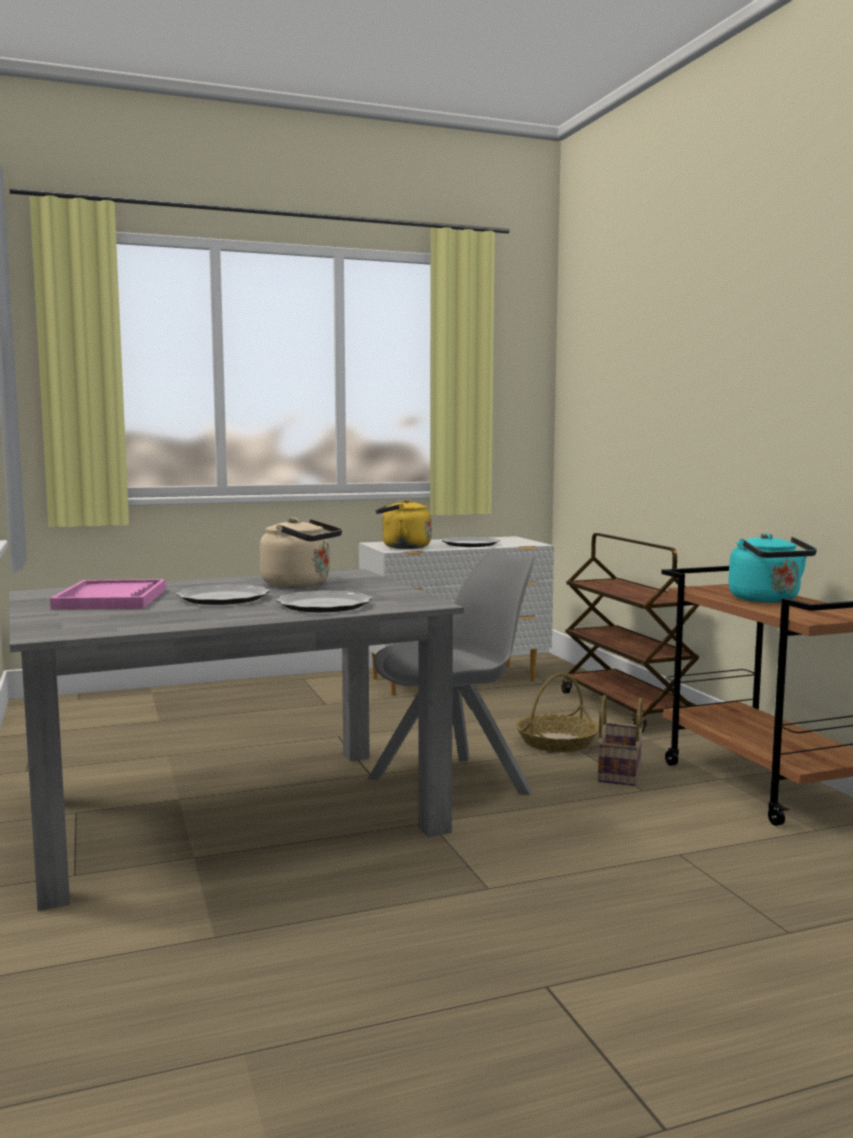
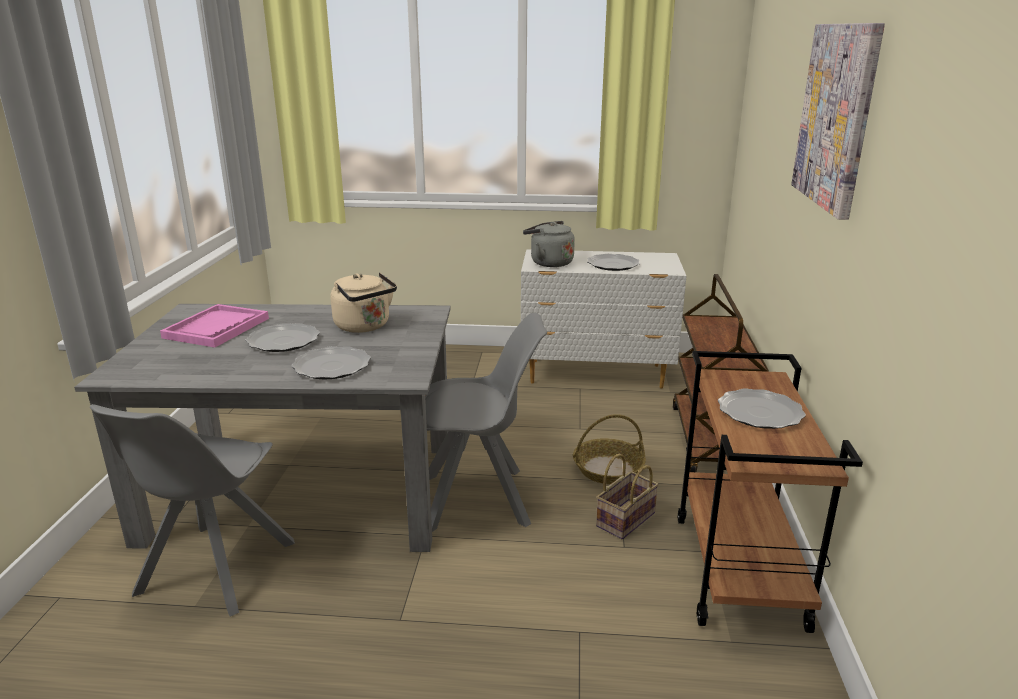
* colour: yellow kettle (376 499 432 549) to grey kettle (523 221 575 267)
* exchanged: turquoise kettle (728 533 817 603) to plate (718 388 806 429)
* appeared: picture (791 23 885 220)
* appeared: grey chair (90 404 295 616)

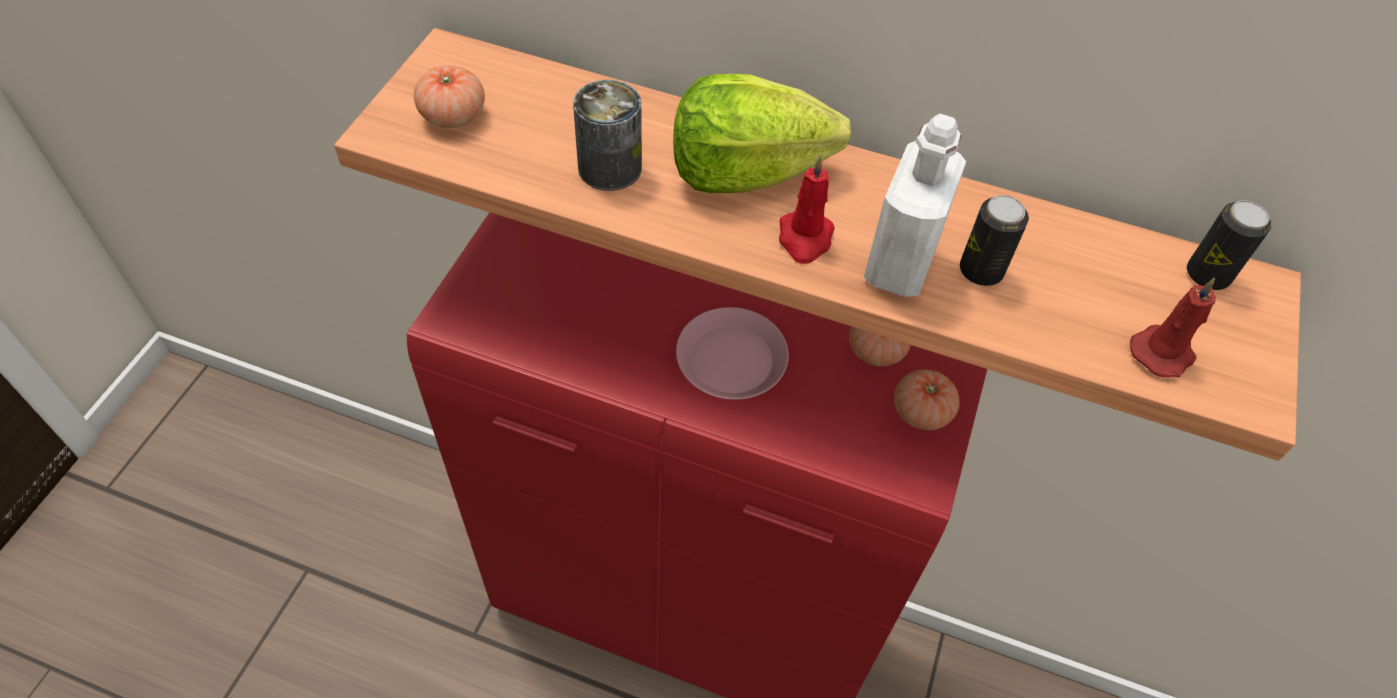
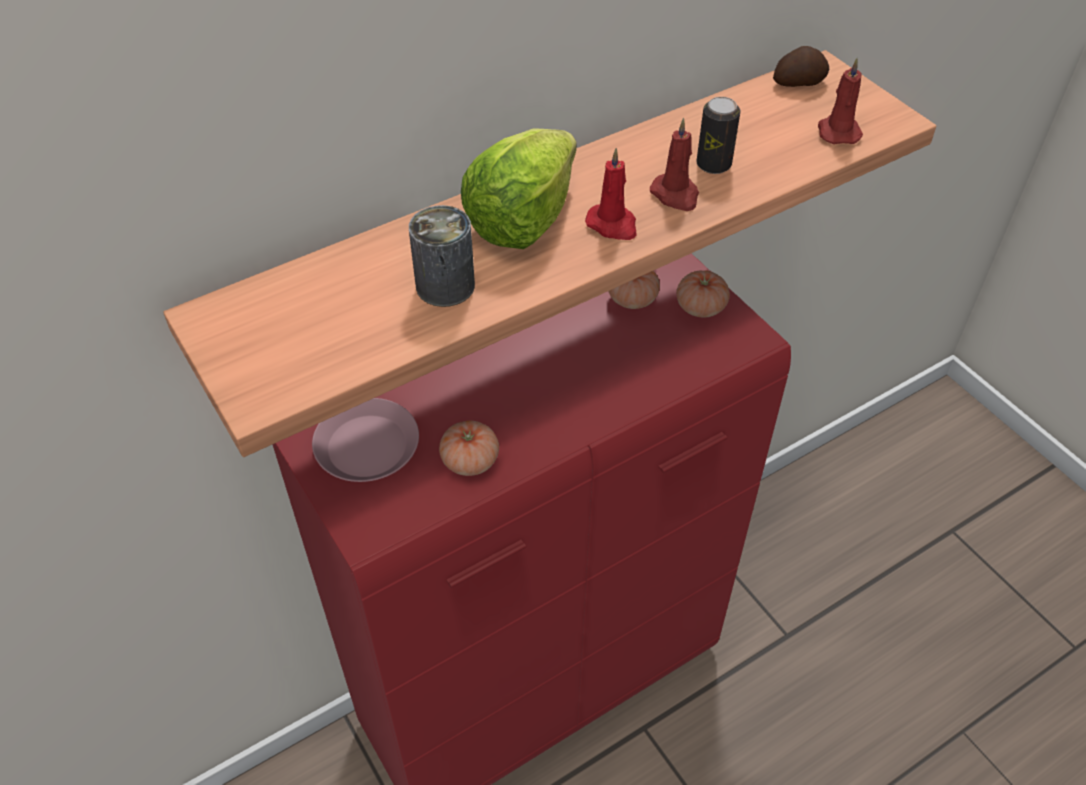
* relocated: tomato (414 65 485 128) to (439 420 499 476)
* exchanged: white bottle (864 114 966 297) to red candle (650 118 699 211)
* exchanged: can (1187 200 1271 290) to potato (773 46 829 87)
* relocated: pink plate (676 307 789 400) to (312 398 419 482)

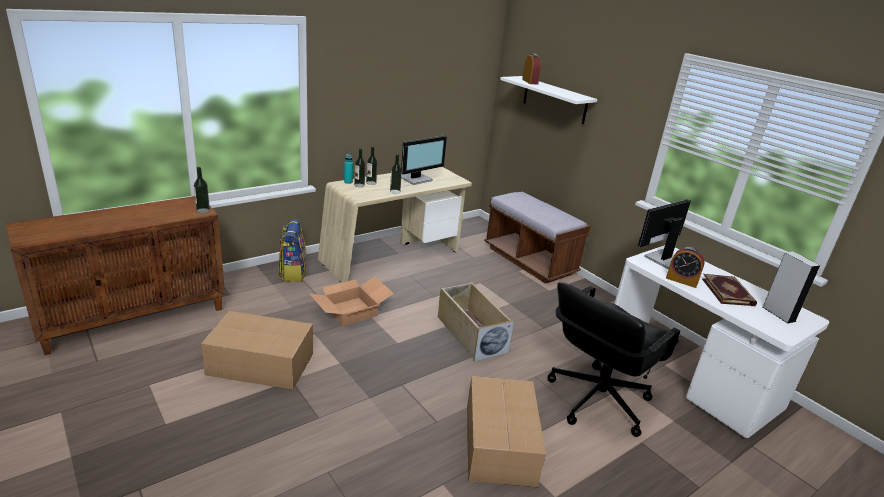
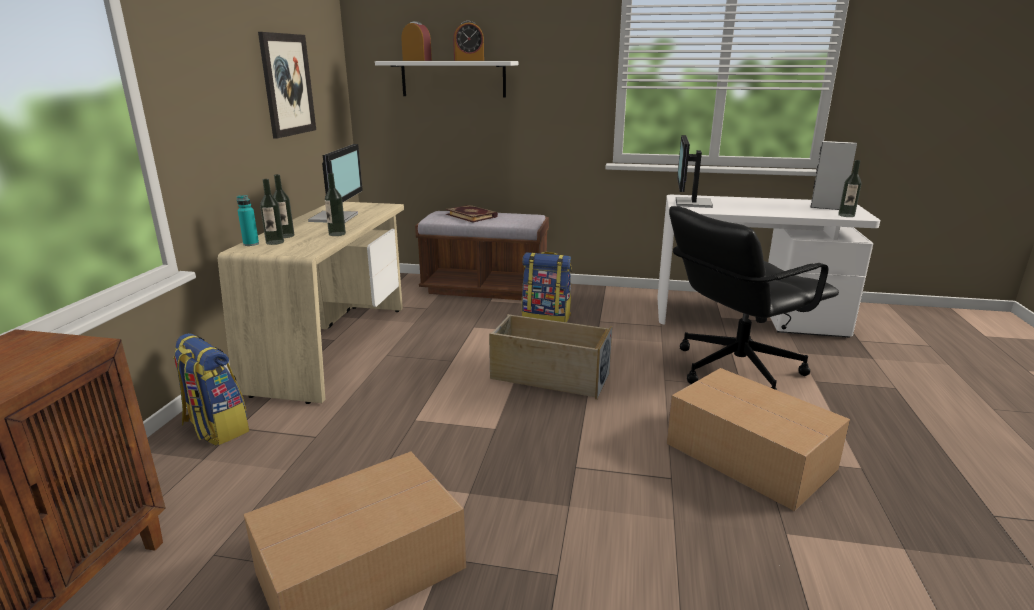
* relocated: bottle (194 167 210 213) to (838 160 862 217)
* relocated: alarm clock (666 247 705 288) to (453 21 484 61)
* relocated: book (702 274 757 306) to (446 205 498 222)
* missing: cardboard box (309 277 394 326)
* spun: black office chair (548 282 680 437) = (669 206 839 390) 60 degrees clockwise
* appeared: picture (258 32 316 139)
* appeared: backpack (522 252 572 322)

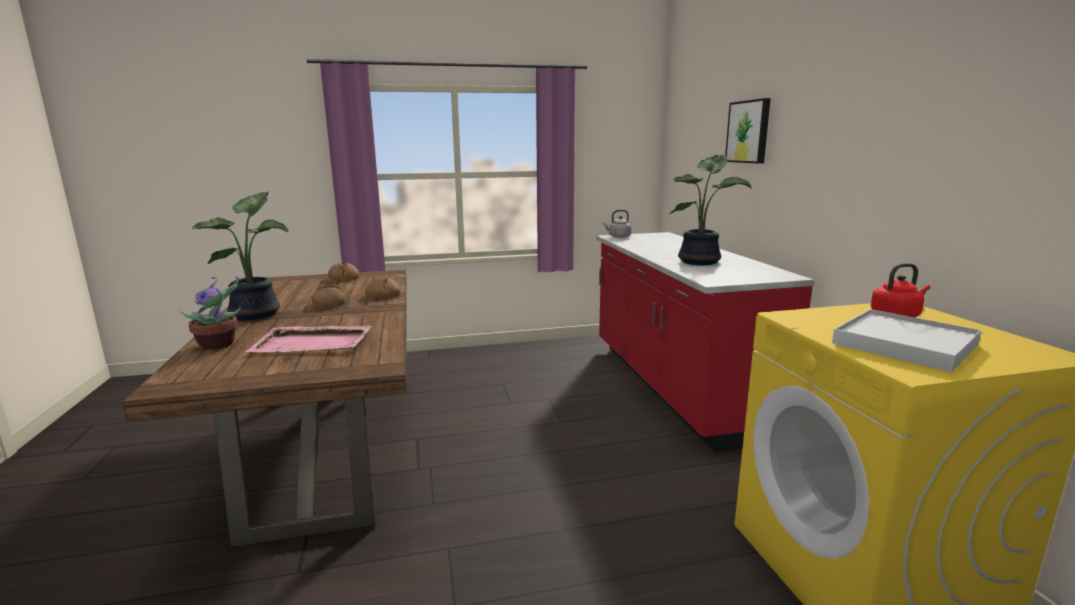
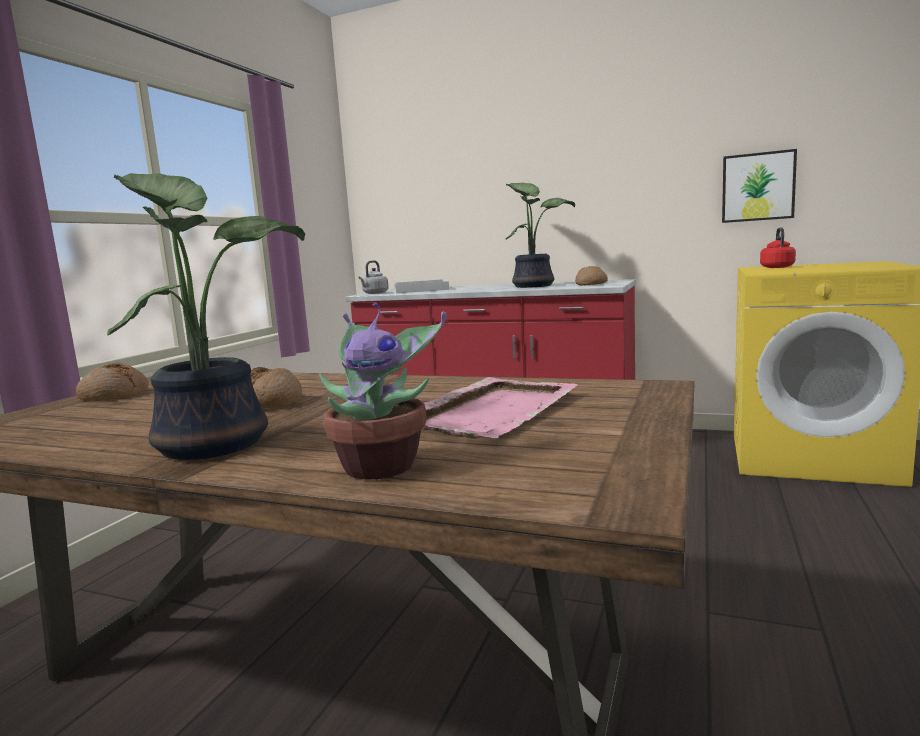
* relocated: picture (725 98 771 164) to (722 149 797 223)
* relocated: bread (365 278 401 298) to (575 266 608 286)
* relocated: white tray (832 309 982 372) to (394 279 449 293)

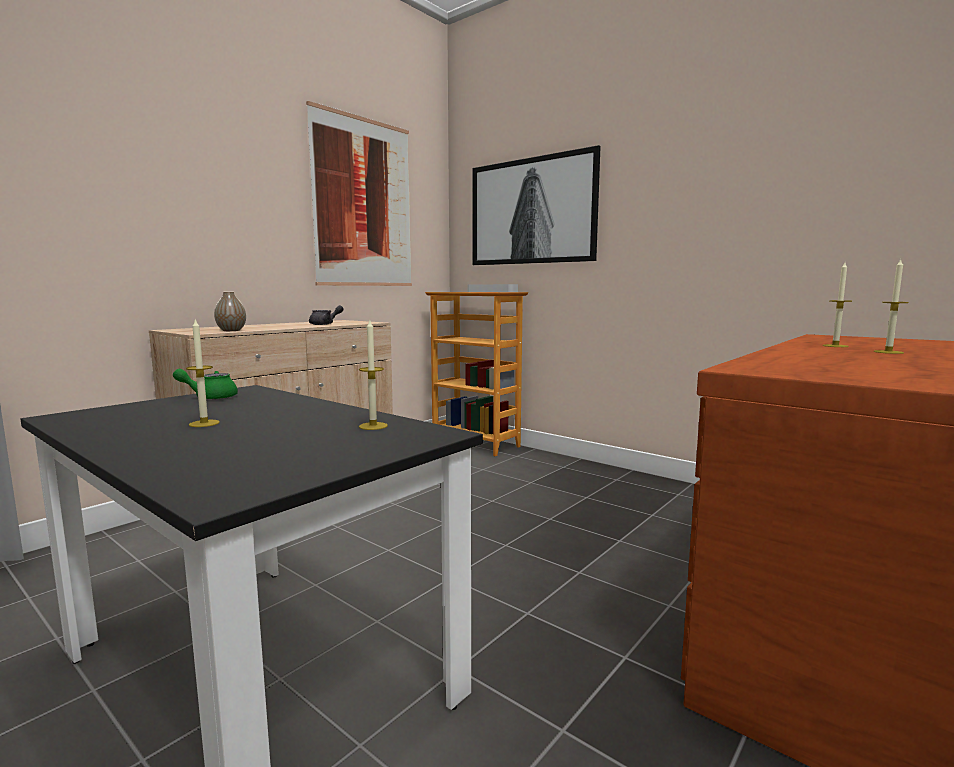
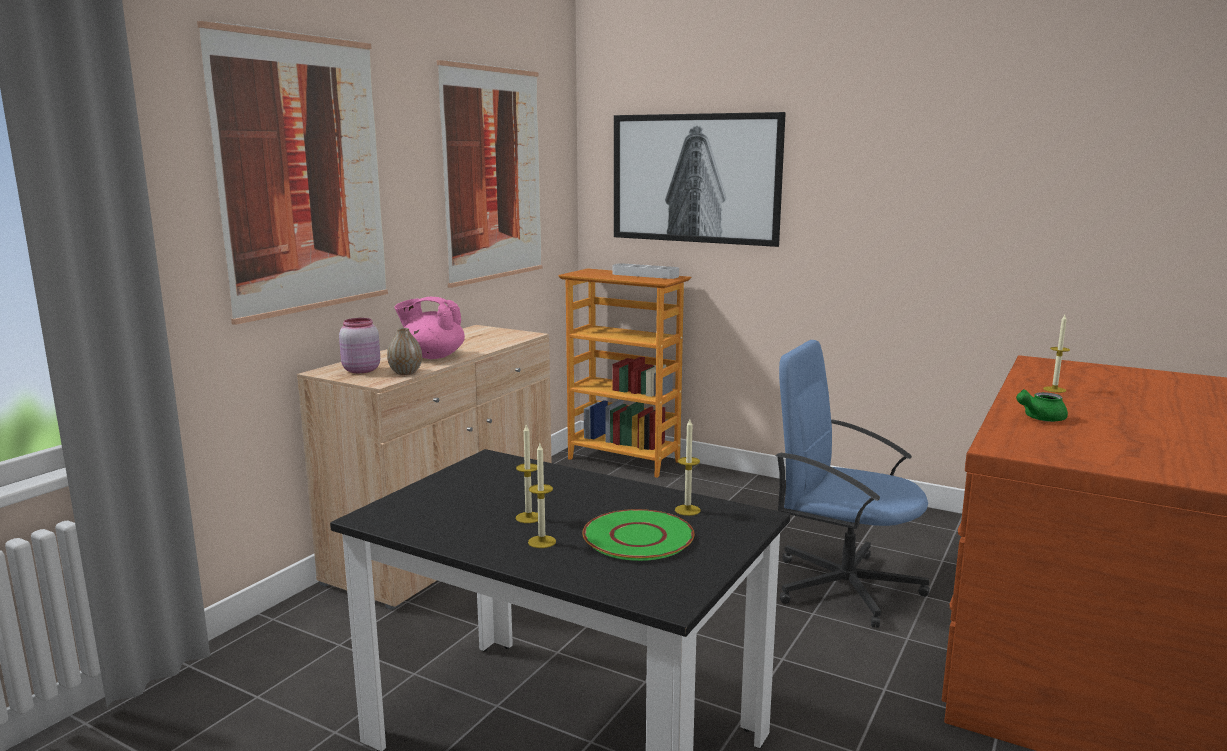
* relocated: candle (874 259 908 354) to (528 444 556 548)
* missing: grey teapot (309 305 344 325)
* relocated: green teapot (173 369 238 400) to (1016 389 1068 422)
* appeared: picture (197 21 388 325)
* appeared: pink teapot (394 297 465 359)
* appeared: pink jar (339 318 380 373)
* appeared: blue office chair (776 340 930 628)
* appeared: green plate (582 509 694 561)

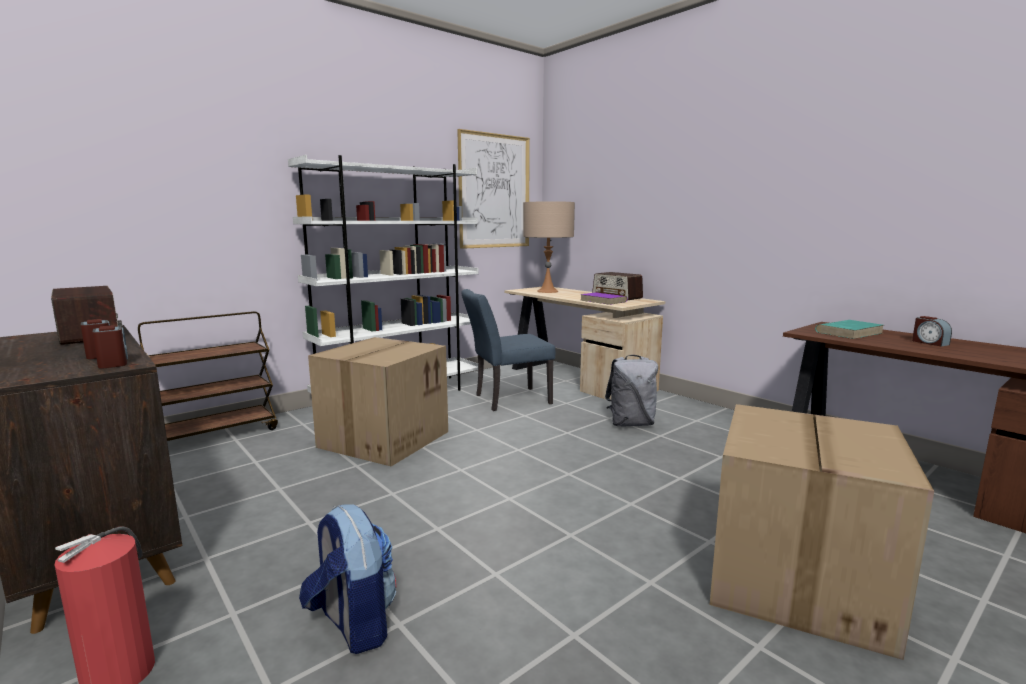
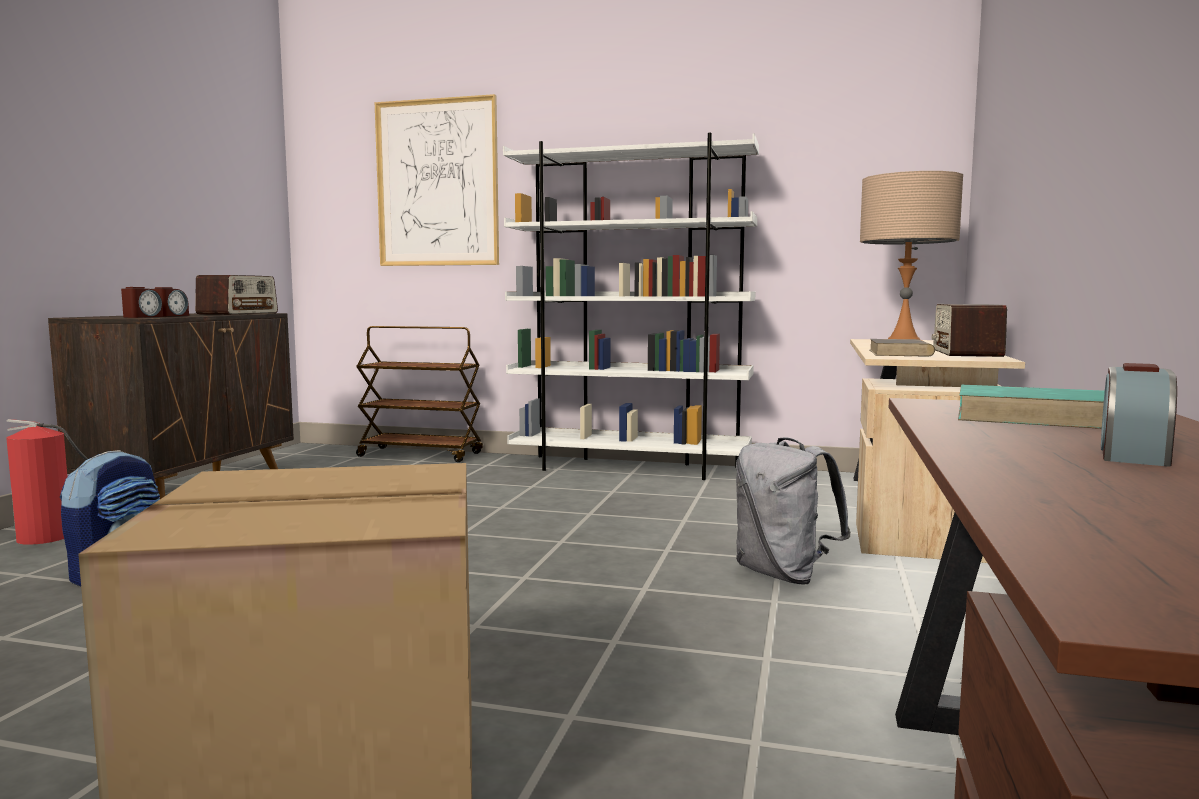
* relocated: picture (457 129 530 249) to (375 94 499 266)
* missing: blue chair (462 289 555 411)
* colour: purple book (580 292 627 305) to brown book (870 339 935 357)
* missing: cardboard box (308 337 448 466)

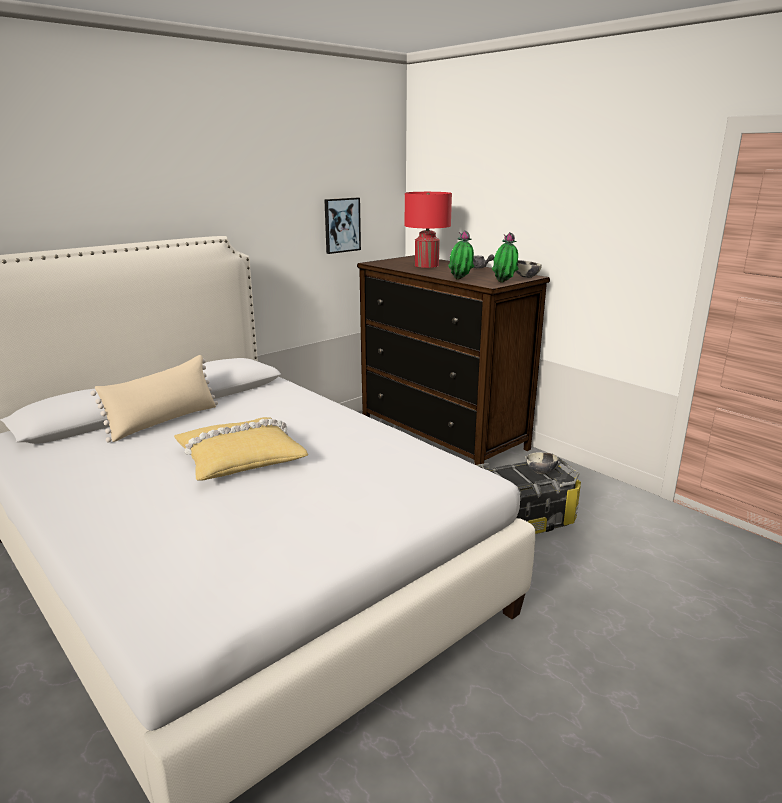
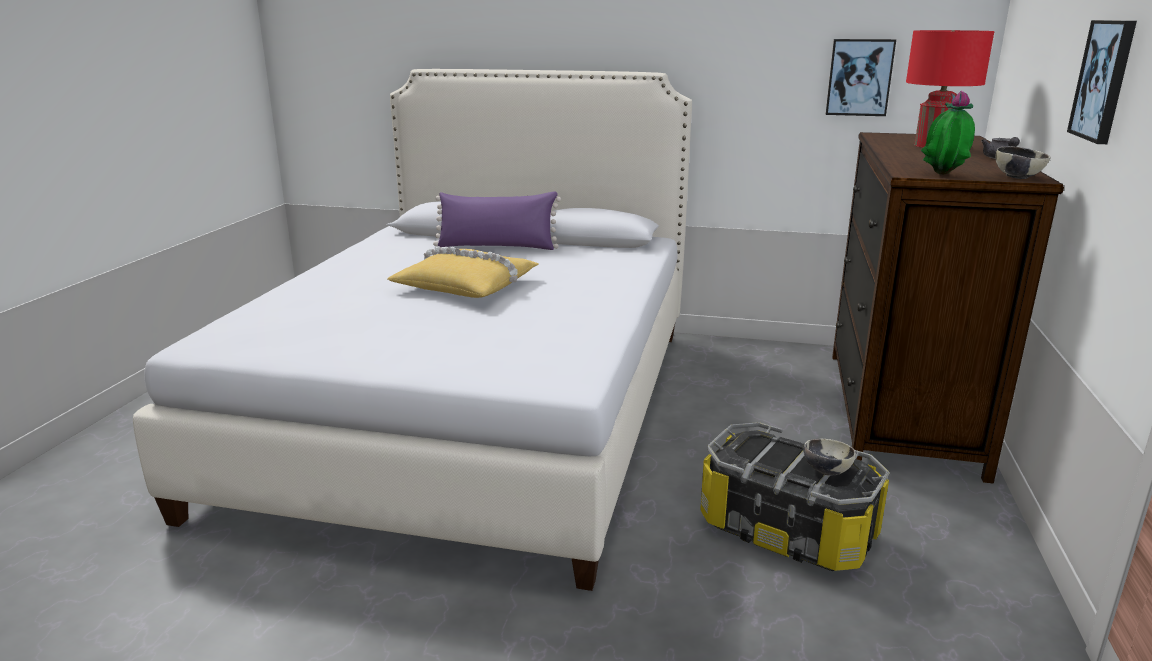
* missing: potted plant (448 230 474 280)
* colour: beige pillow (90 355 218 443) to purple pillow (433 191 561 250)
* appeared: picture (1067 20 1137 144)

